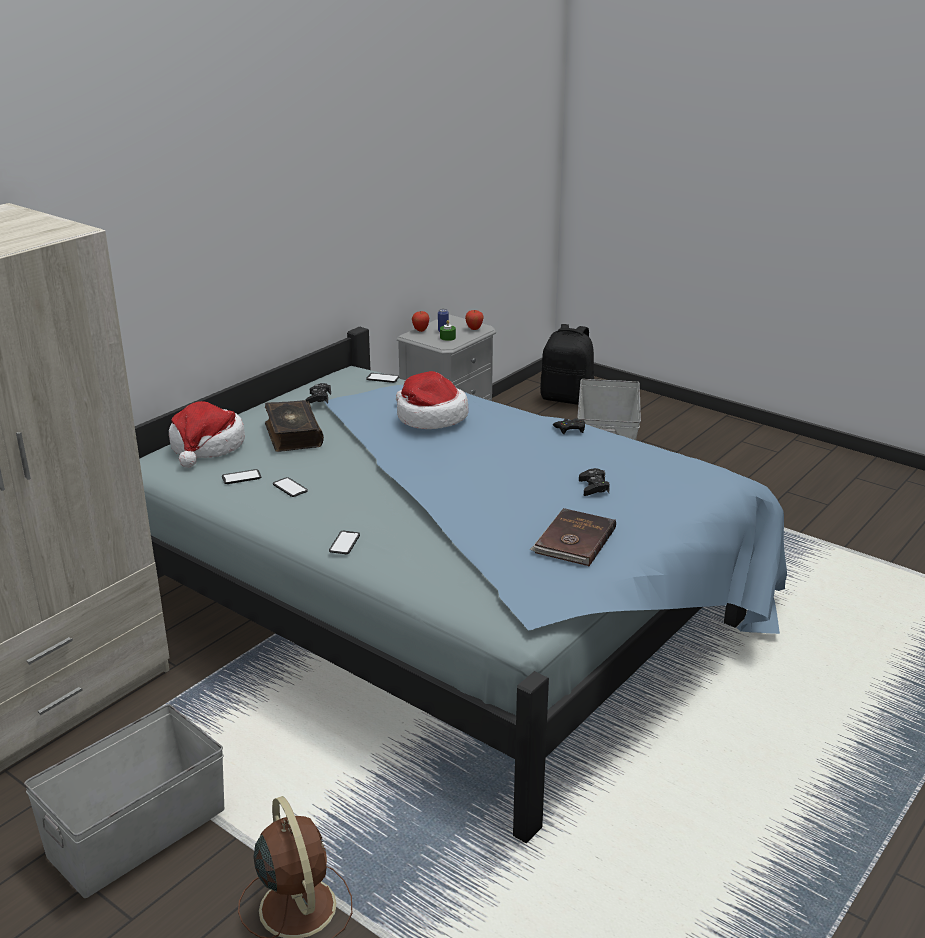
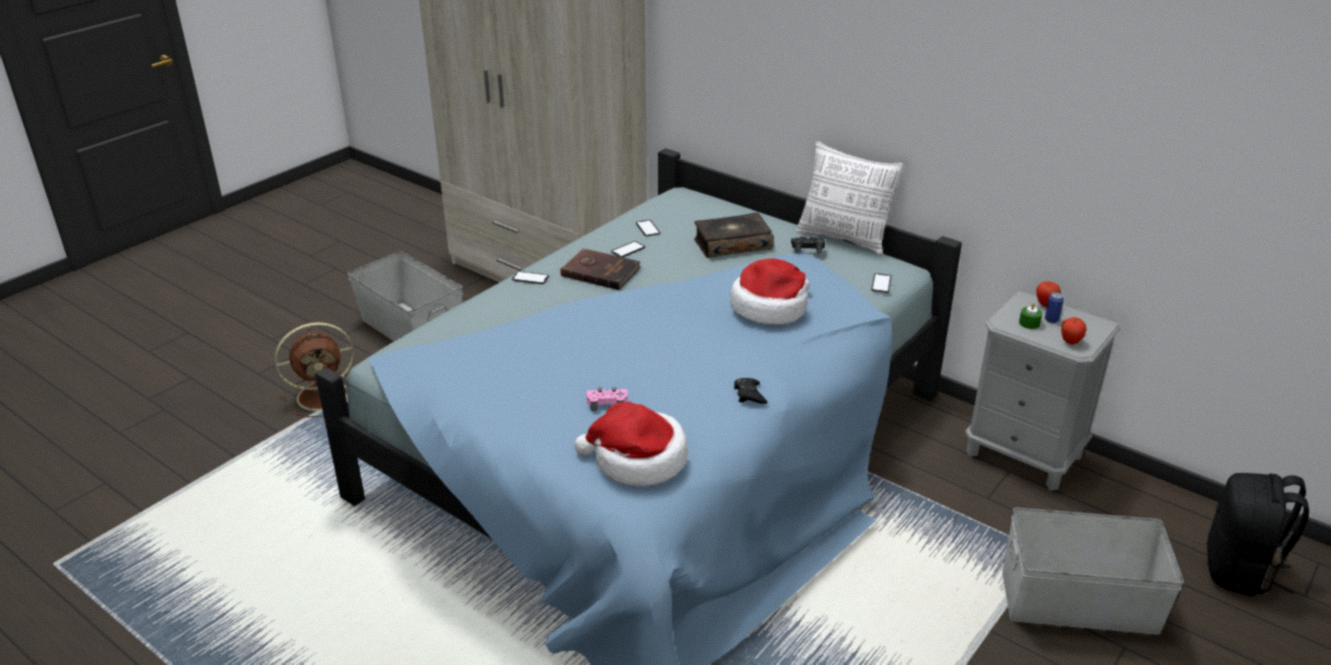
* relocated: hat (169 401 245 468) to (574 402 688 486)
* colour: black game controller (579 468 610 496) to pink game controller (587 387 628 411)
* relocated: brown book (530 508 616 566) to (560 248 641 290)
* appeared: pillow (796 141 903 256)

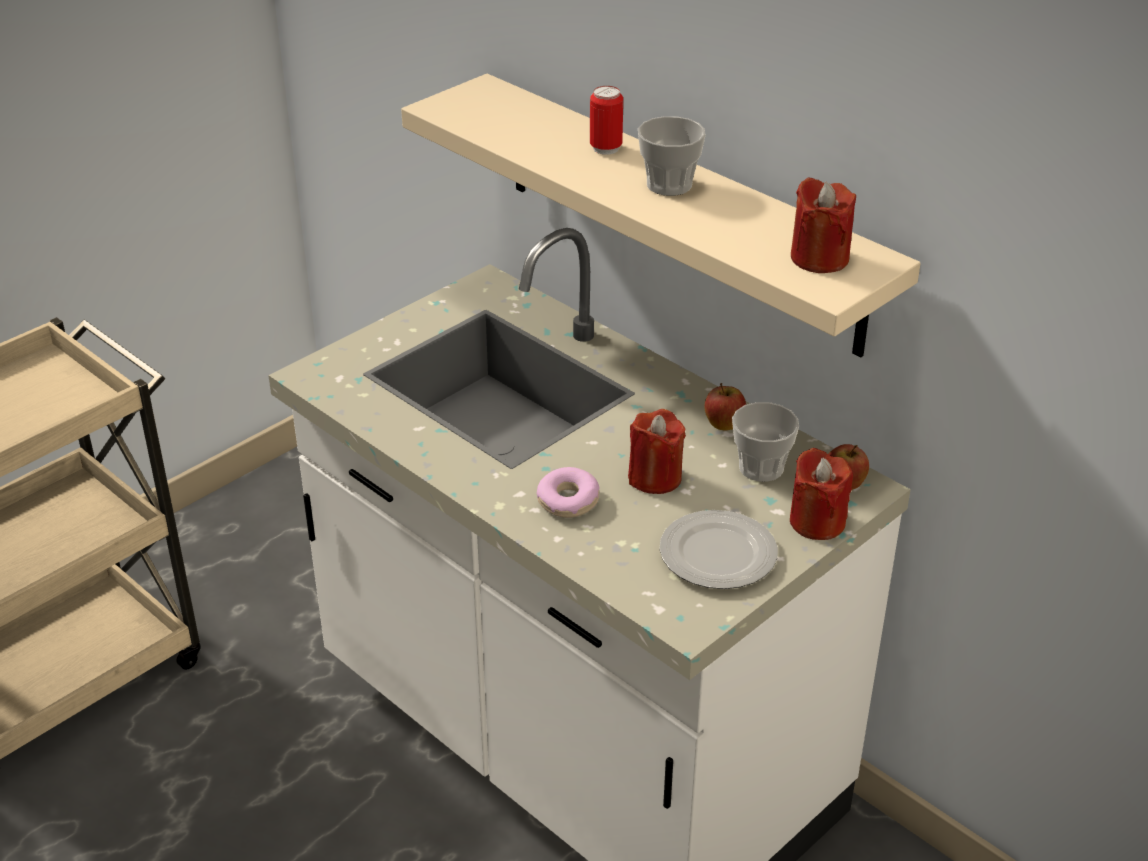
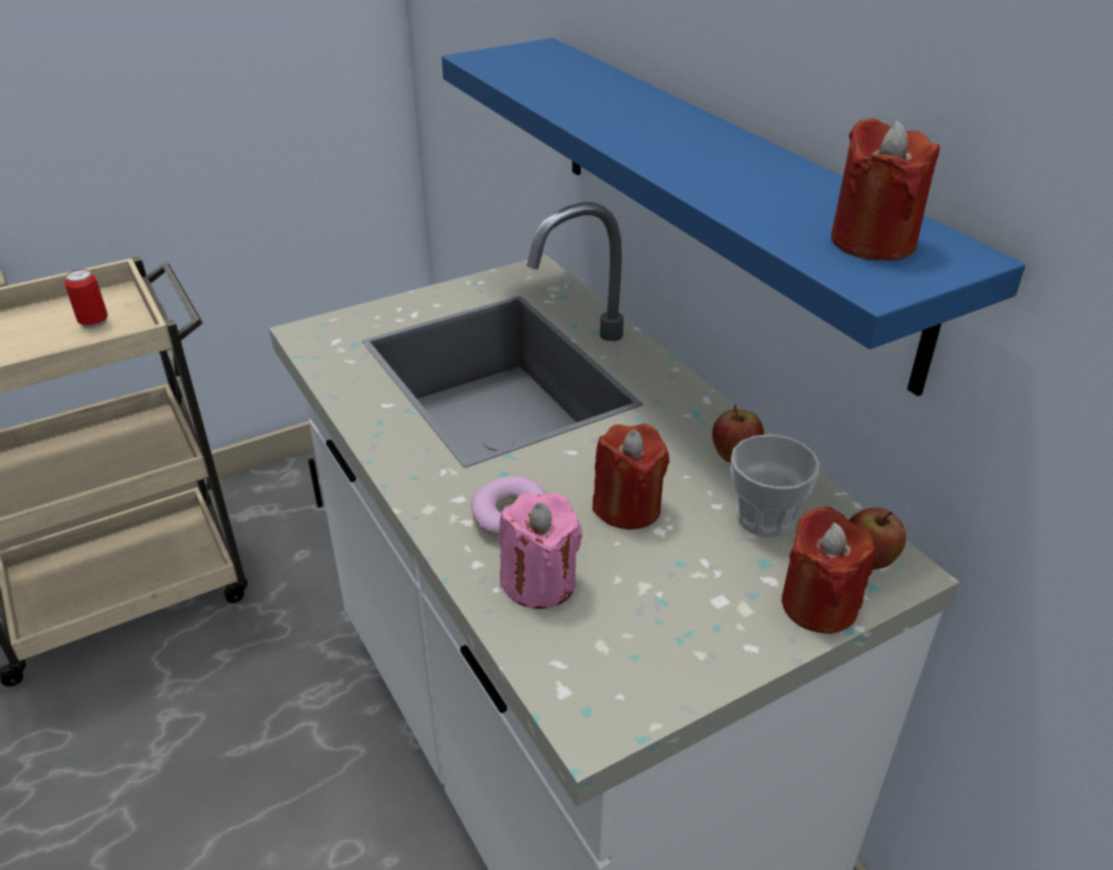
* colour: beige shelf (401 74 921 358) to blue shelf (442 38 1026 396)
* relocated: can (590 86 623 155) to (65 269 108 329)
* missing: cup (638 116 705 196)
* missing: plate (660 510 778 589)
* appeared: pink candle (499 493 582 609)

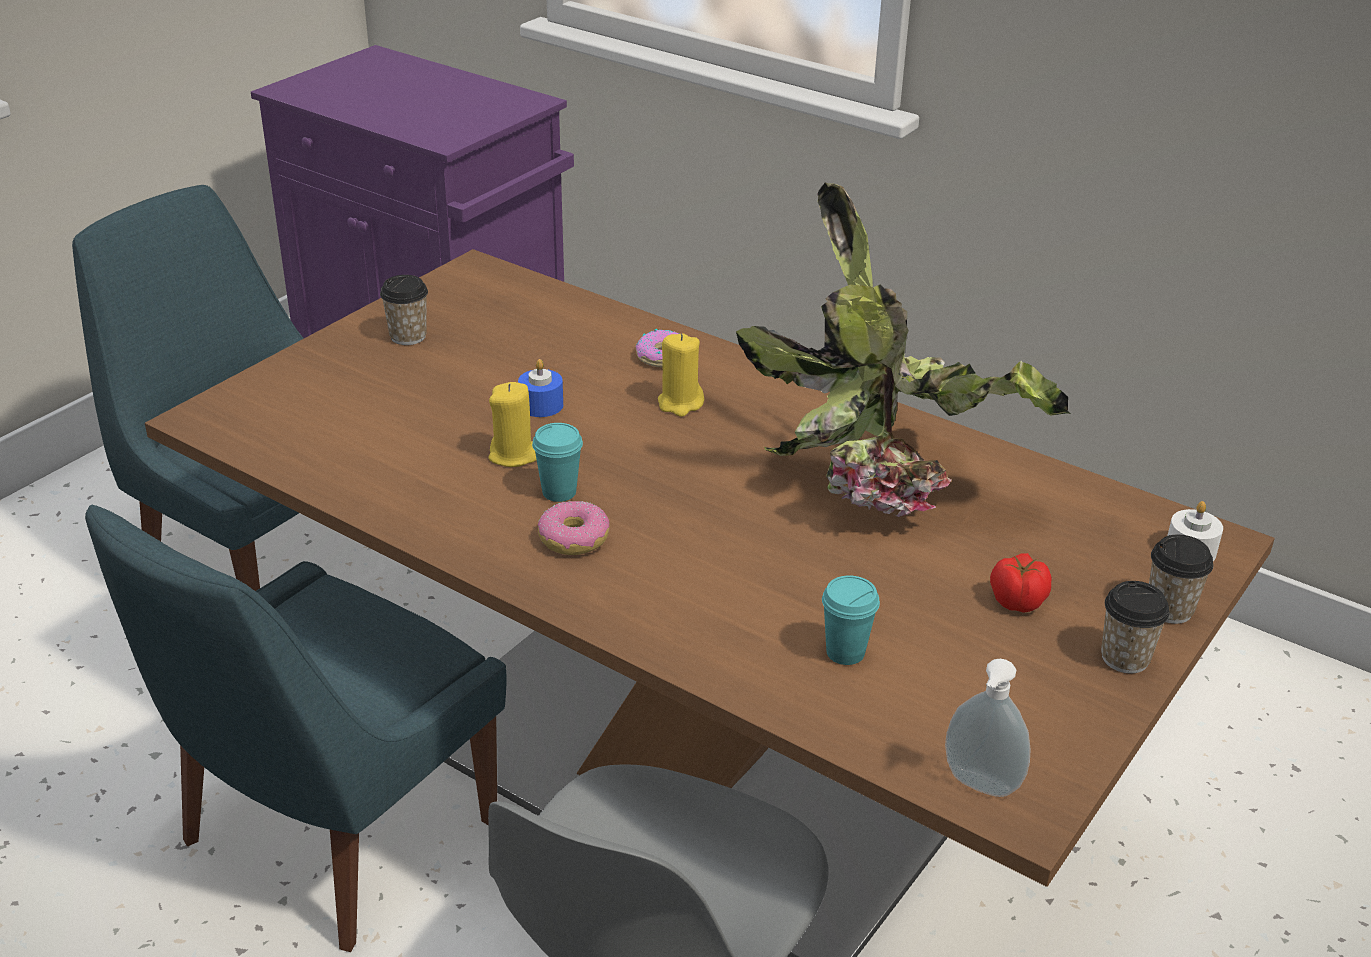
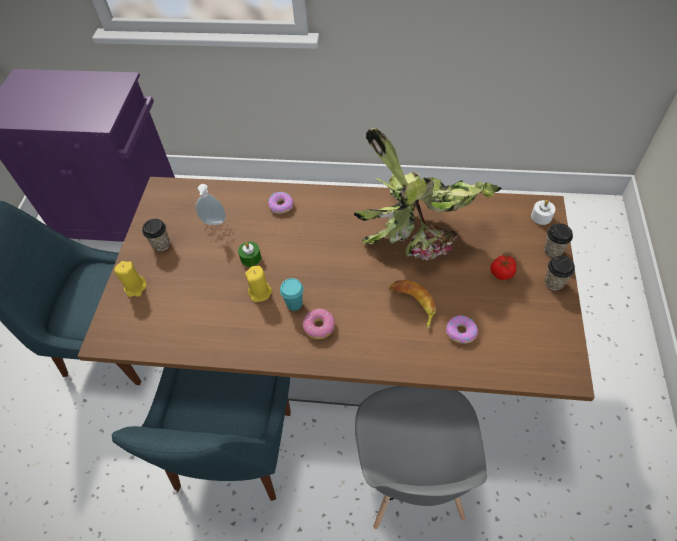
* relocated: yellow candle (658 334 704 417) to (114 261 146 297)
* colour: blue candle (518 359 563 417) to green candle (238 242 261 267)
* exchanged: turquoise cup (822 575 880 665) to donut (446 315 478 344)
* relocated: soap dispenser (945 659 1031 797) to (196 184 226 225)
* appeared: banana (389 280 436 329)

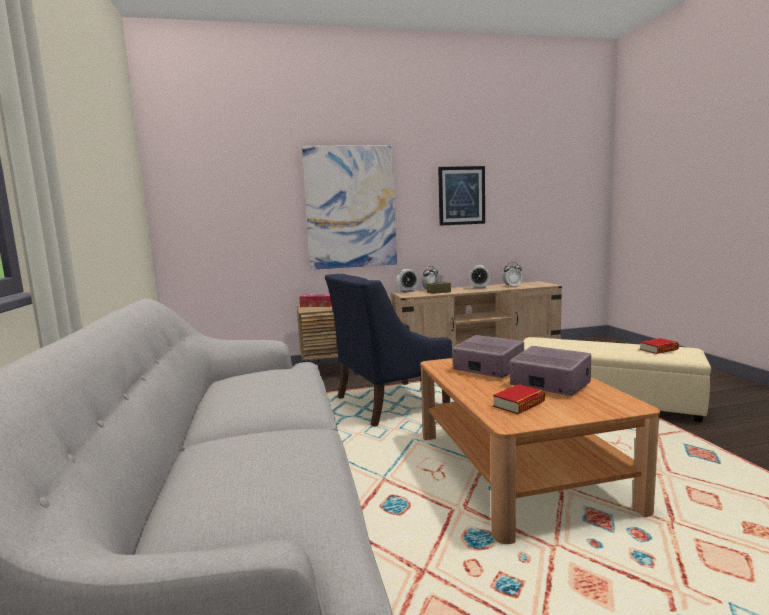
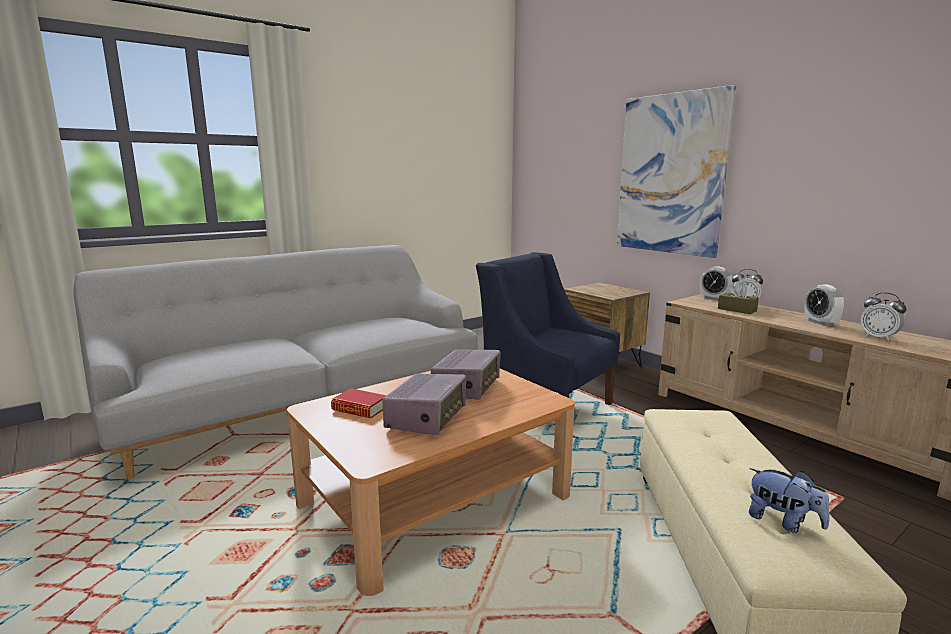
* missing: picture (438 166 485 226)
* missing: tissue box (299 294 332 307)
* exchanged: book (639 338 679 354) to plush toy (749 468 830 533)

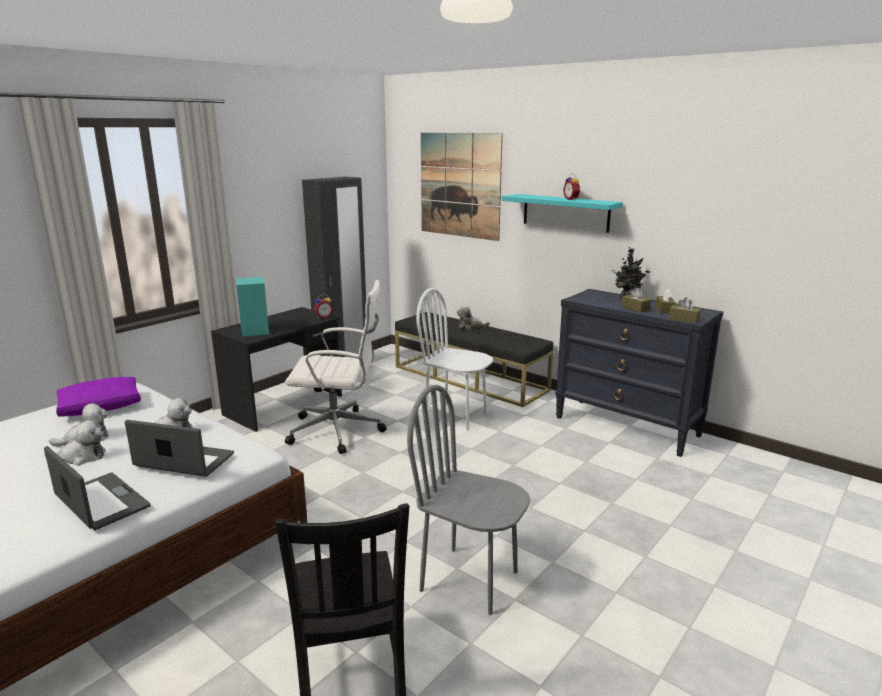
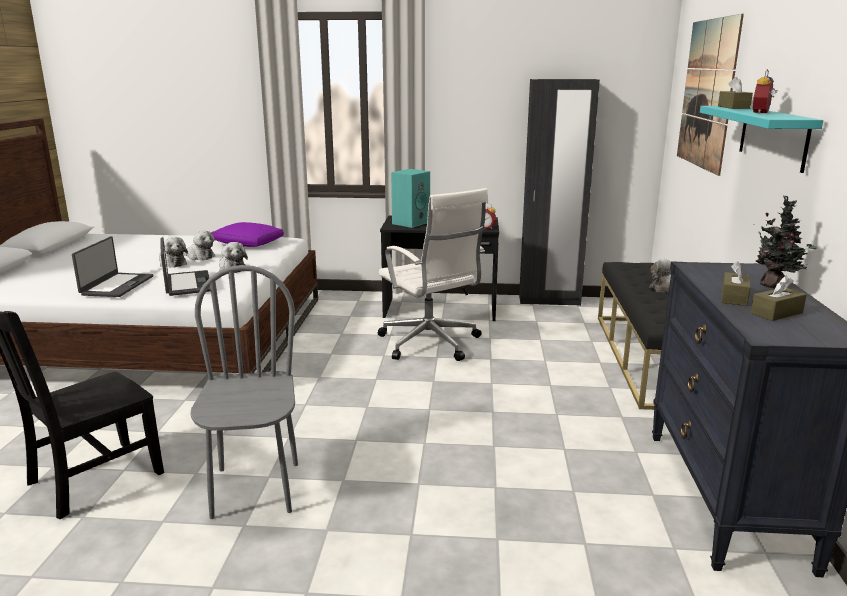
* missing: white chair (416 288 493 430)
* relocated: brown tissue box (669 297 701 323) to (718 77 753 109)

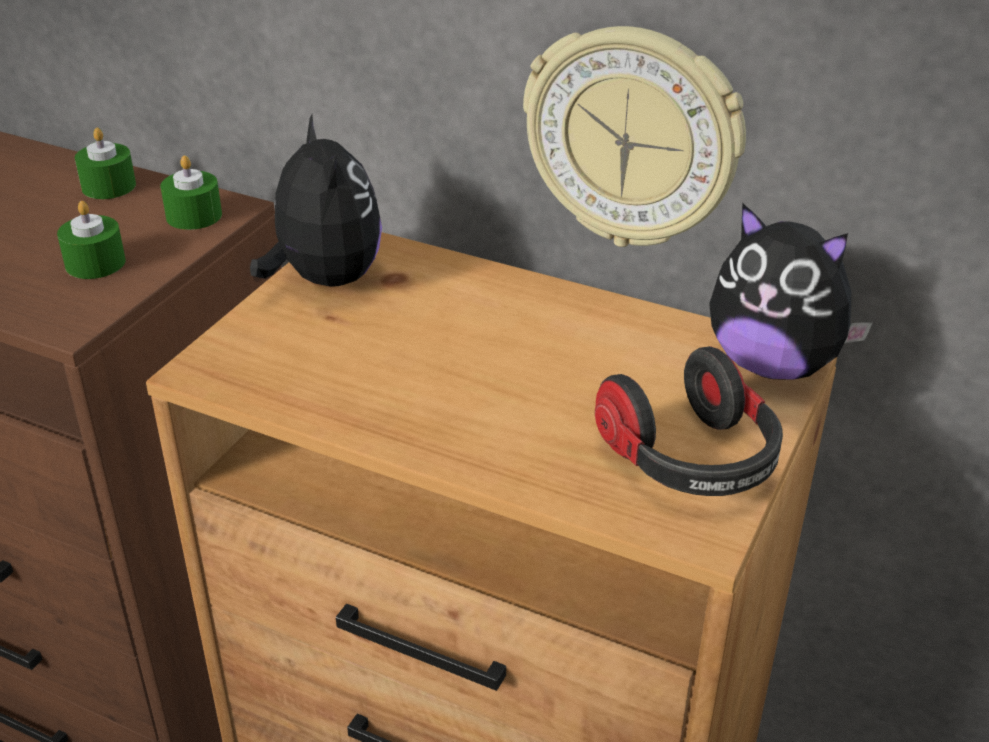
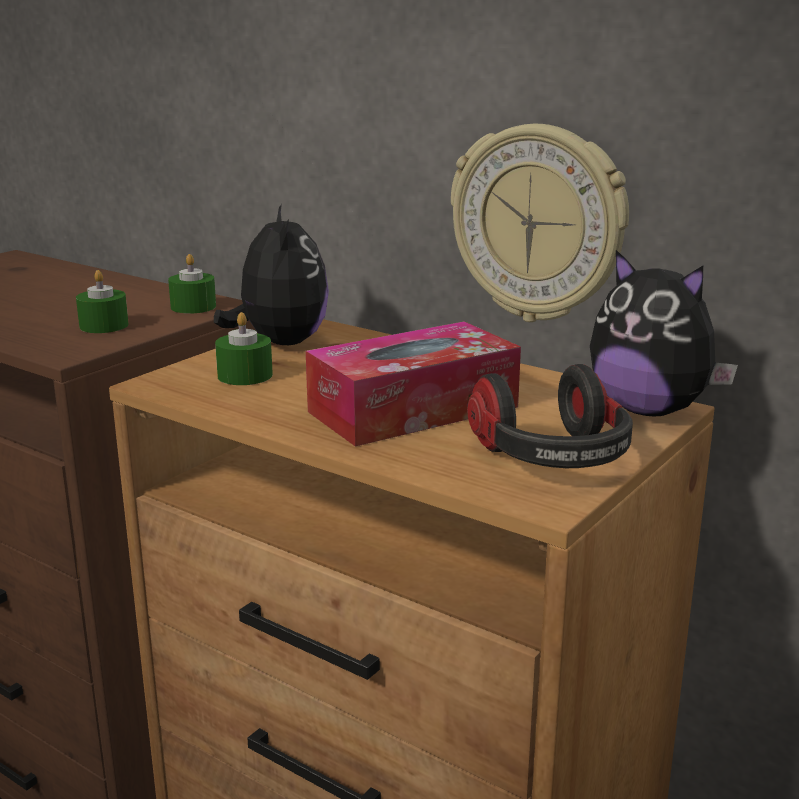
* relocated: green candle (75 128 136 199) to (215 312 273 385)
* appeared: tissue box (306 321 521 447)

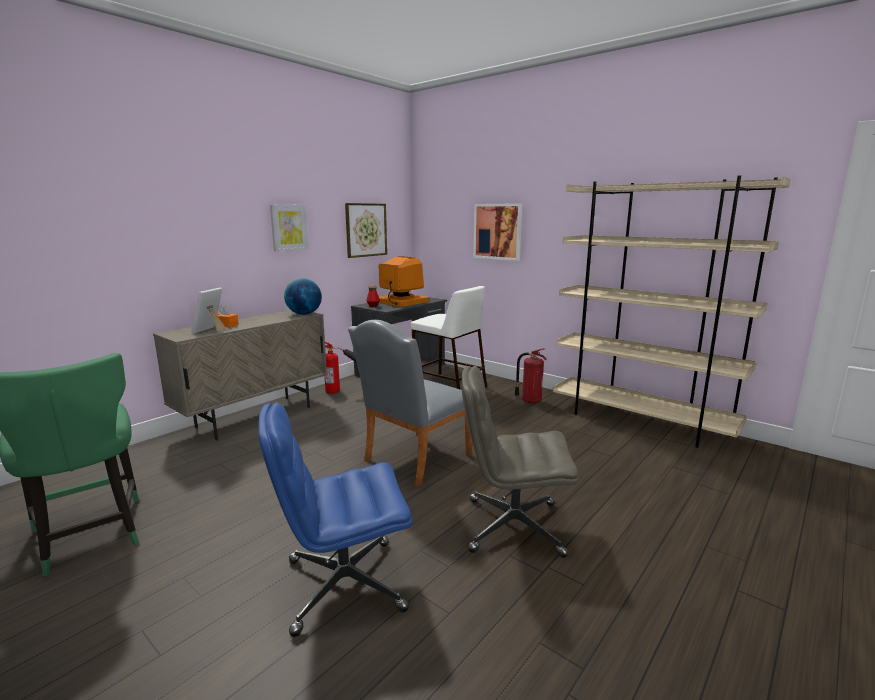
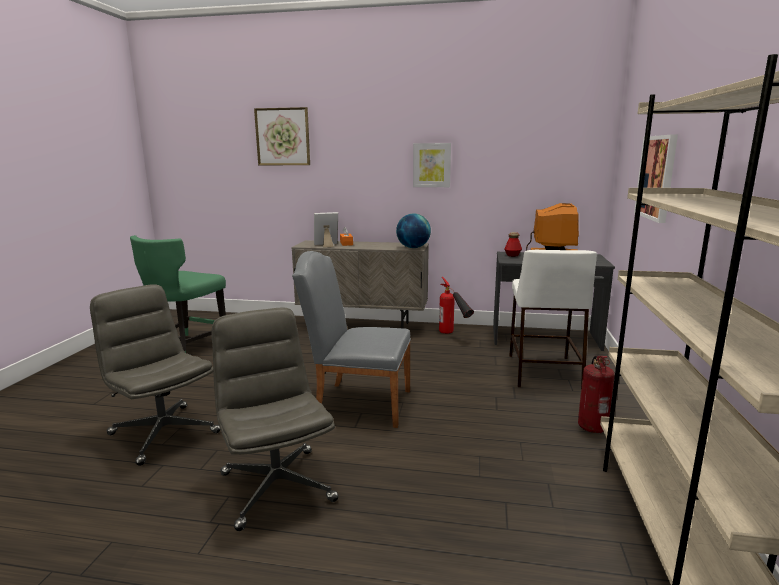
* relocated: picture (345 203 387 258) to (254 107 310 165)
* colour: blue office chair (258 402 412 637) to grey office chair (90 284 220 466)

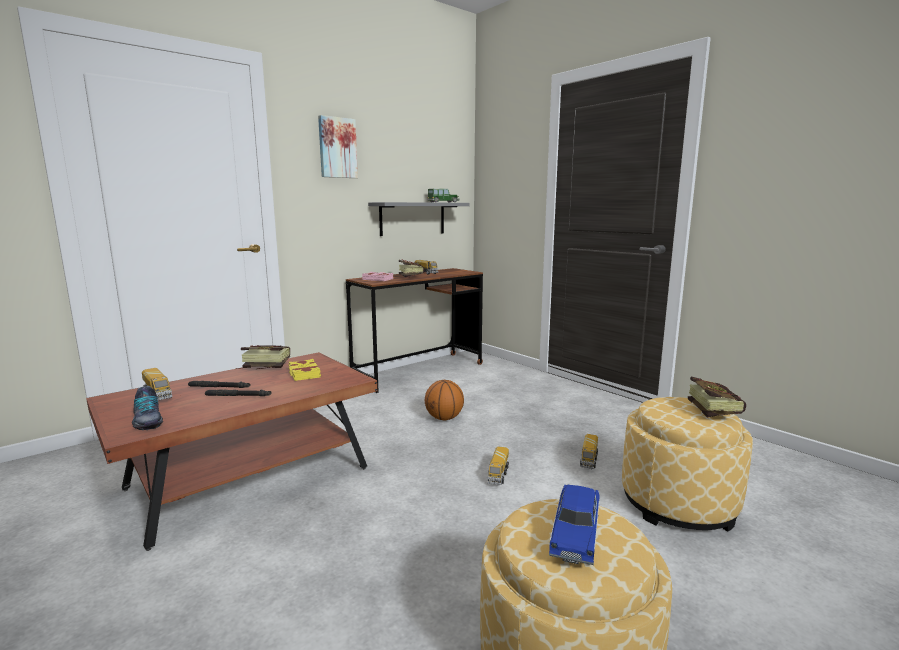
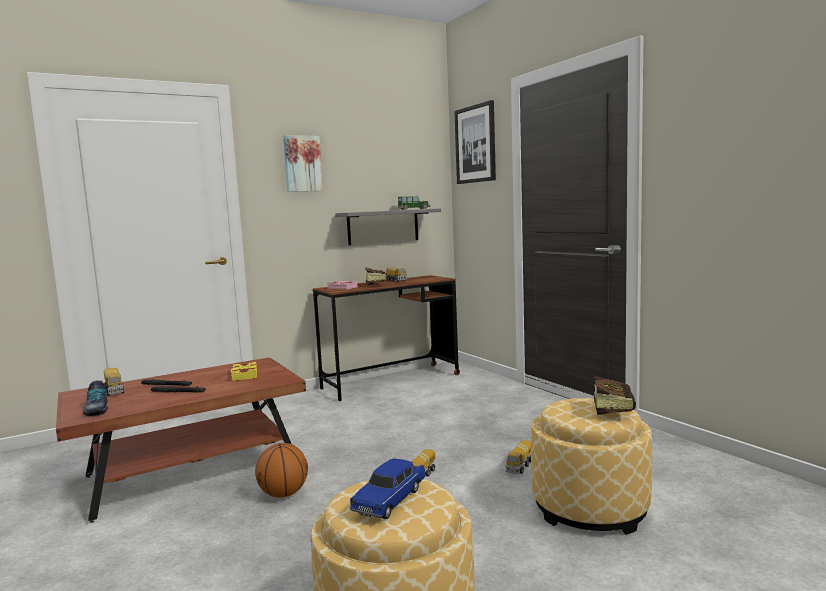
* missing: book (235 345 290 369)
* relocated: basketball (425 380 464 420) to (255 443 308 498)
* appeared: picture (454 100 496 184)

